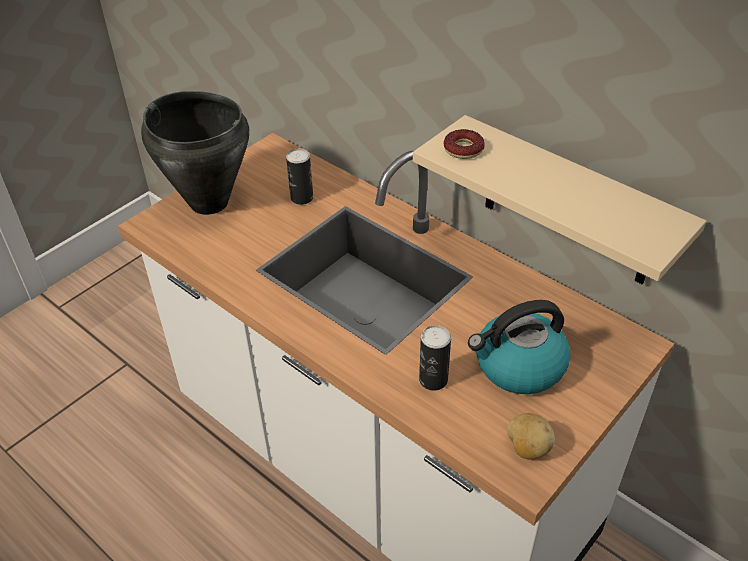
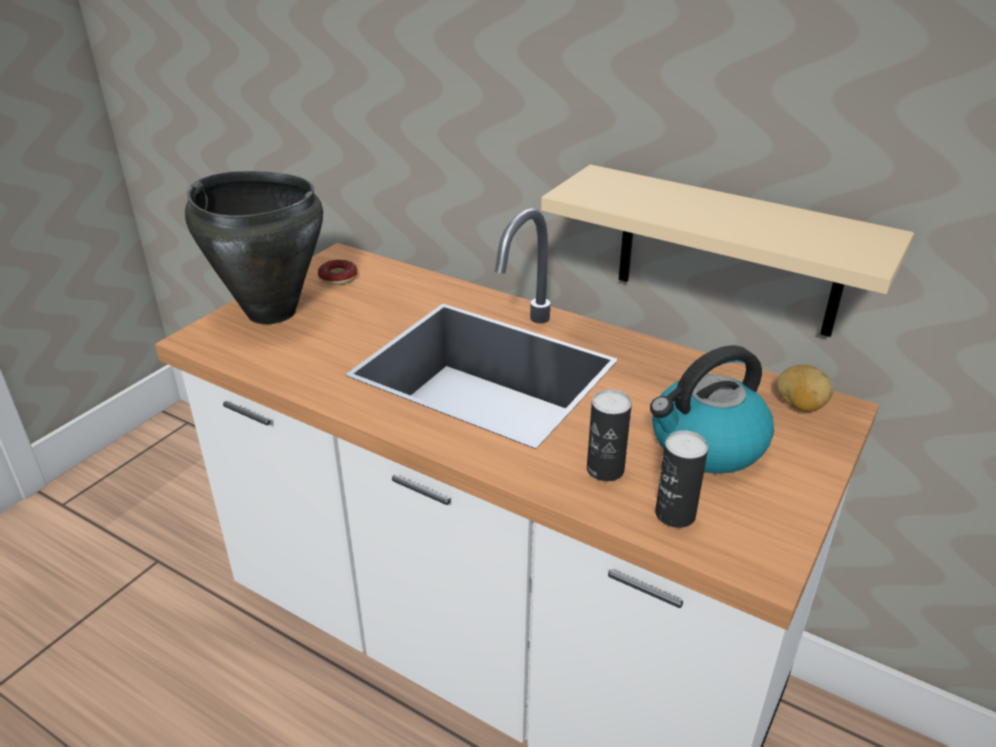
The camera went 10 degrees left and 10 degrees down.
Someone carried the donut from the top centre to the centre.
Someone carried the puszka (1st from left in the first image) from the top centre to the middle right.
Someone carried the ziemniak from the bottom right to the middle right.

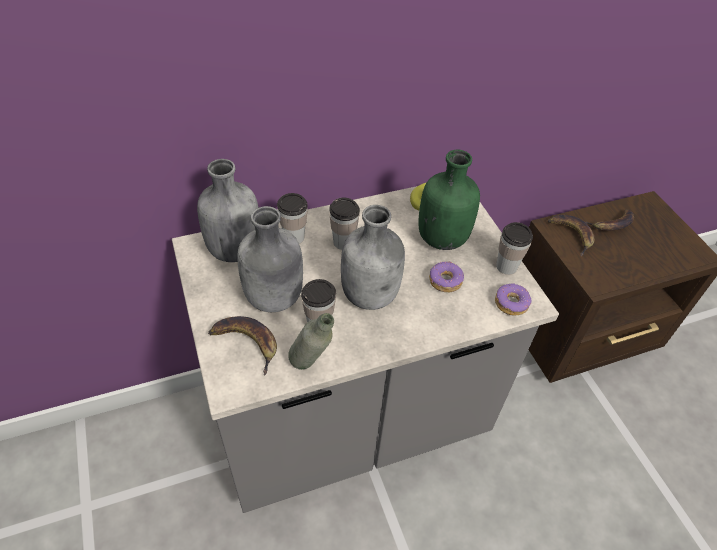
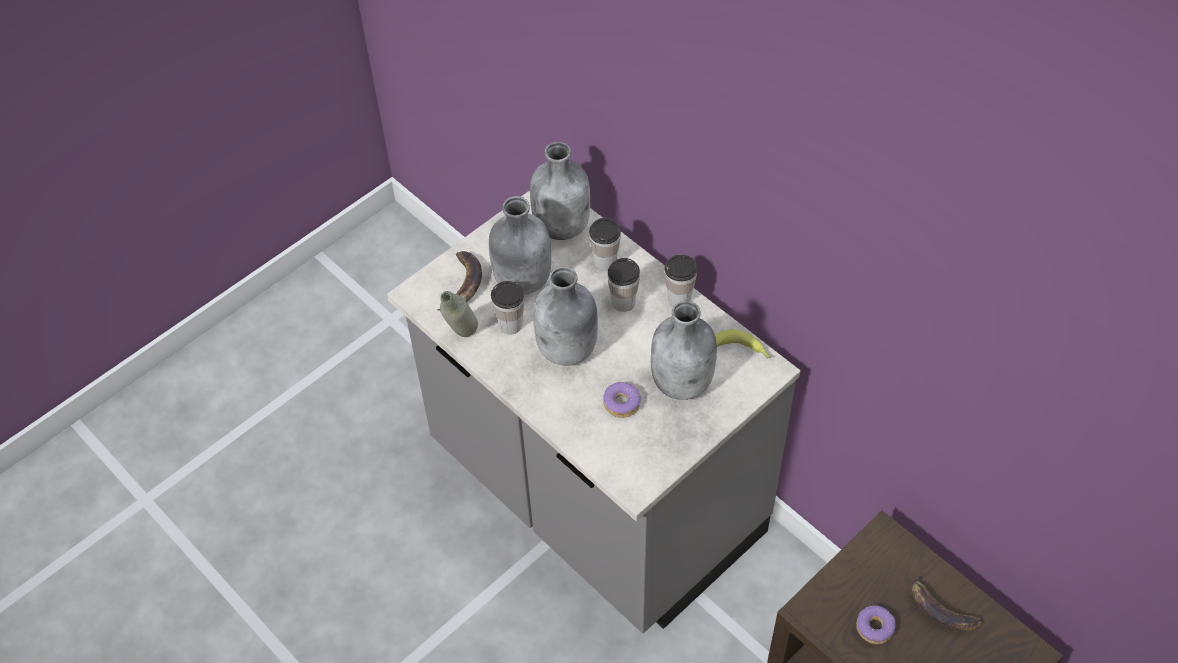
The camera went 70 degrees right and 5 degrees up.
Someone repainted the butelka (zielony) at the centre, which became the butelka (szary) (5th from left) at the centre.
Someone carried the filiżanka (4th from left) from the middle right to the centre.
Someone carried the donut (2nd from left) from the middle right to the bottom right.
Someone took away the banan (3rd from left) at the middle right.

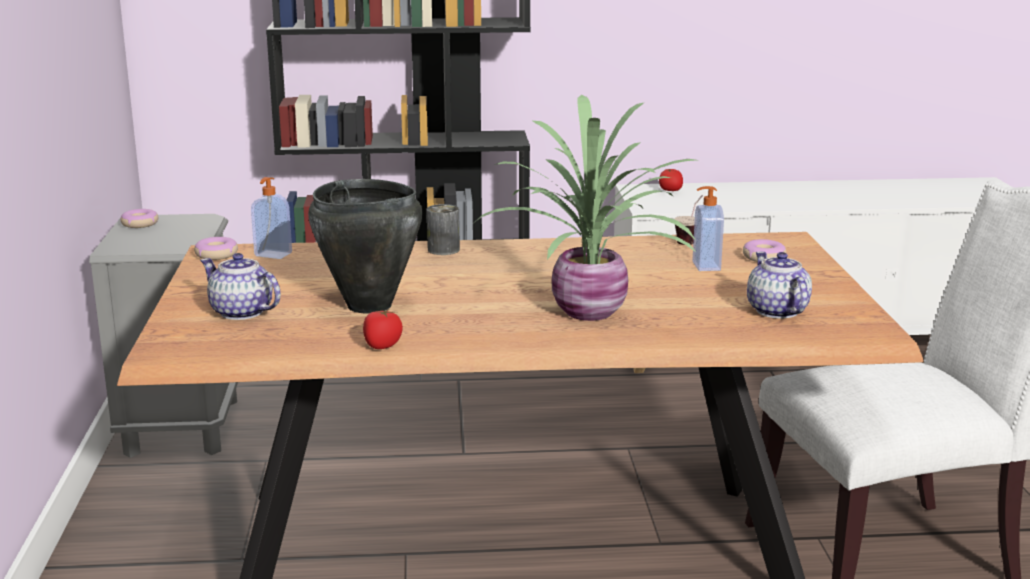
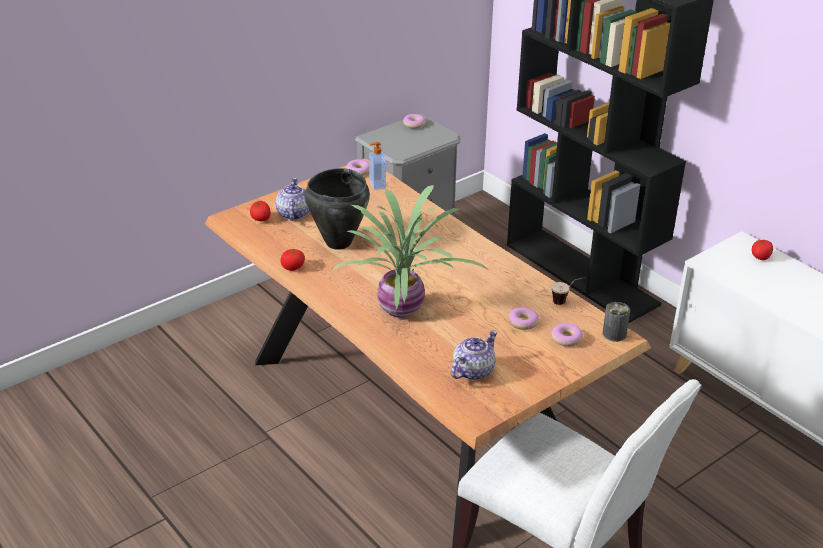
The camera went 55 degrees right and 15 degrees up.
Someone put down the pomidor (1st from left) at the middle left.
Someone swapped the dozownik mydła (2nd from left) at the middle right for the donut (3rd from left) at the centre.
Someone carried the puszka from the centre to the middle right.

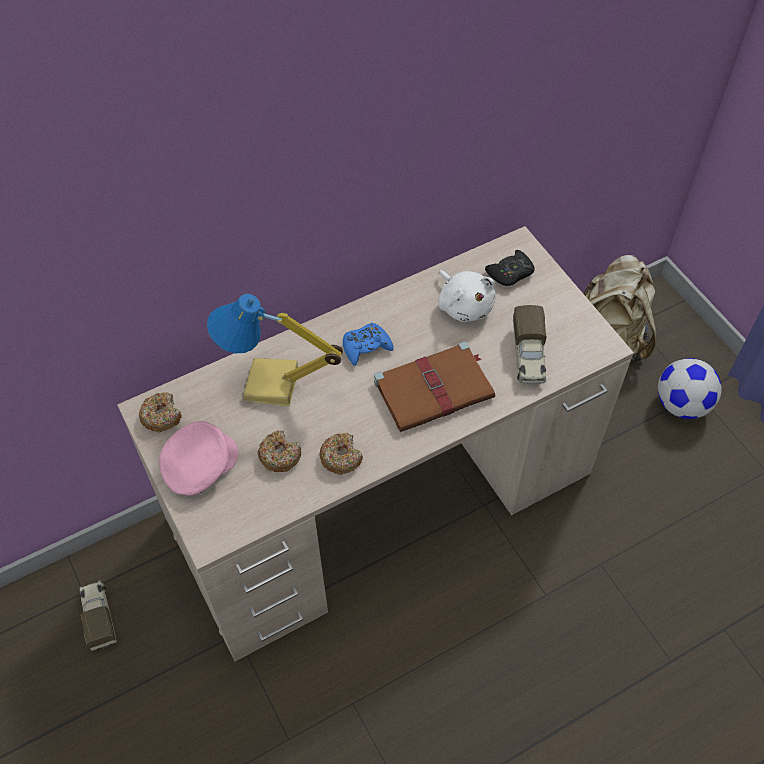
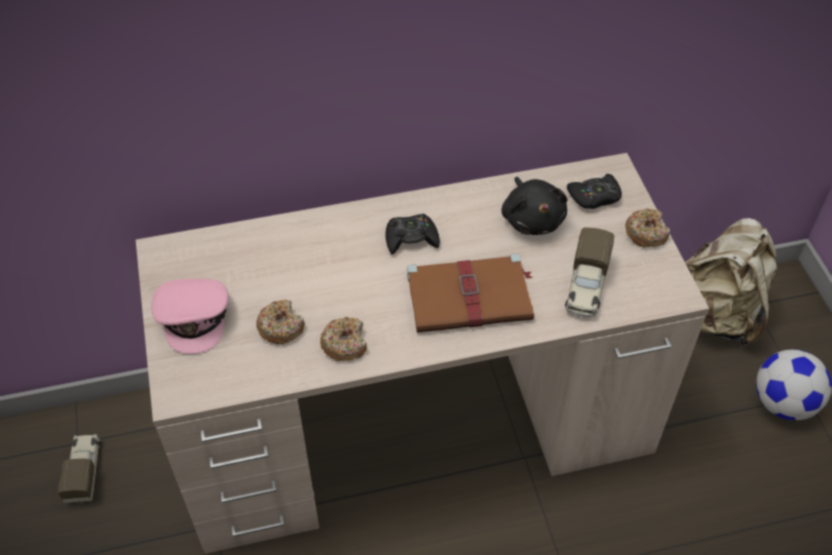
The camera went 15 degrees right and 5 degrees down.
Someone rotated the czapka z daszkiem (różowy) at the middle left by 105 degrees clockwise.
Someone repainted the pad do gier (niebieski) at the centre, which became the pad do gier (czarny) (1st from left) at the centre.
Someone repainted the pluszak (biały) at the centre, which became the pluszak (czarny) at the centre.
Someone carried the donut (1st from left in the first image) from the middle left to the middle right.
Someone took away the lampa stołowa at the centre.

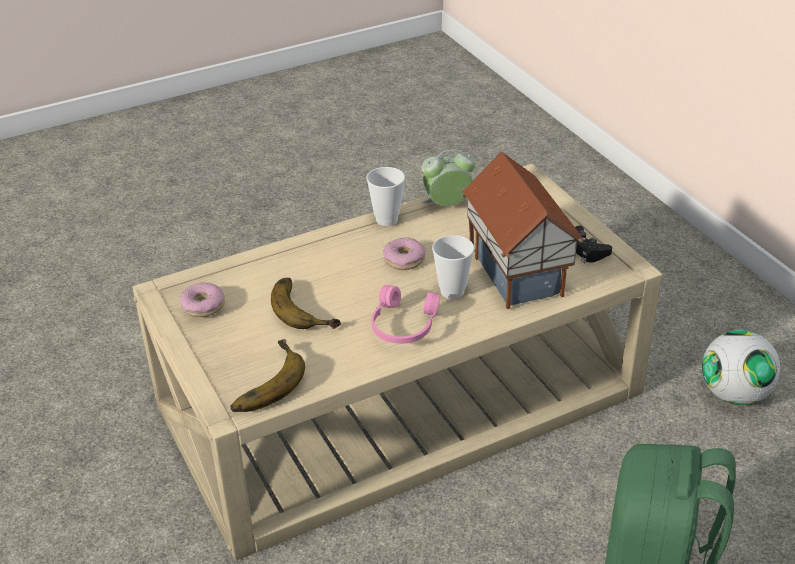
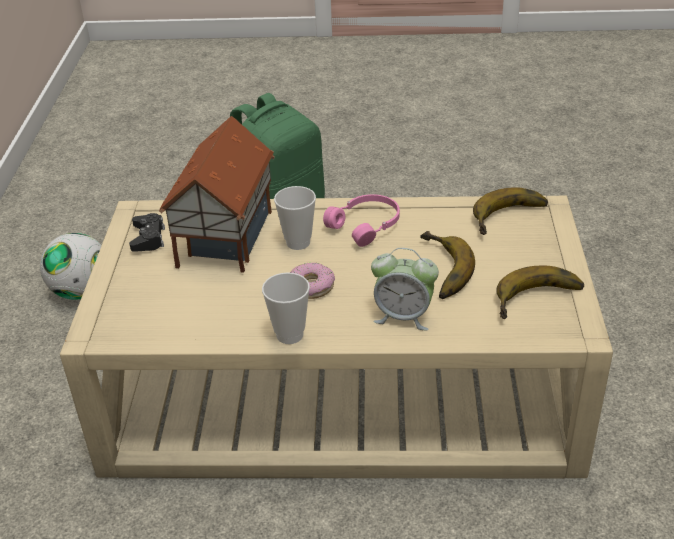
The camera went 150 degrees left and 0 degrees up.
Someone carried the budzik from the top centre to the centre.
Someone swapped the donut (1st from left) at the middle left for the banan (3rd from left) at the middle right.

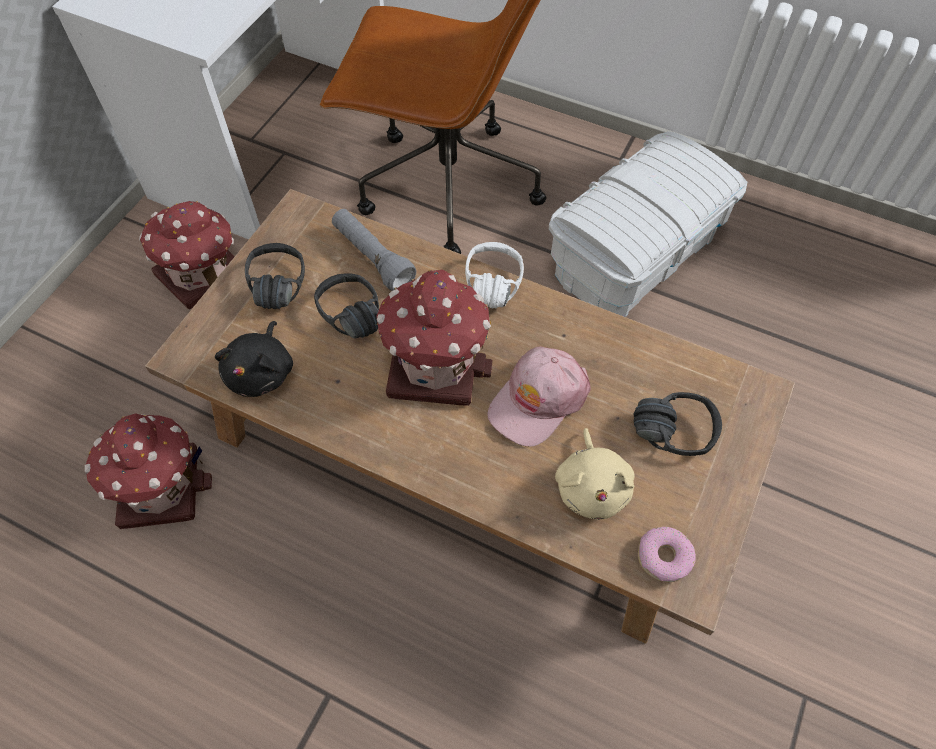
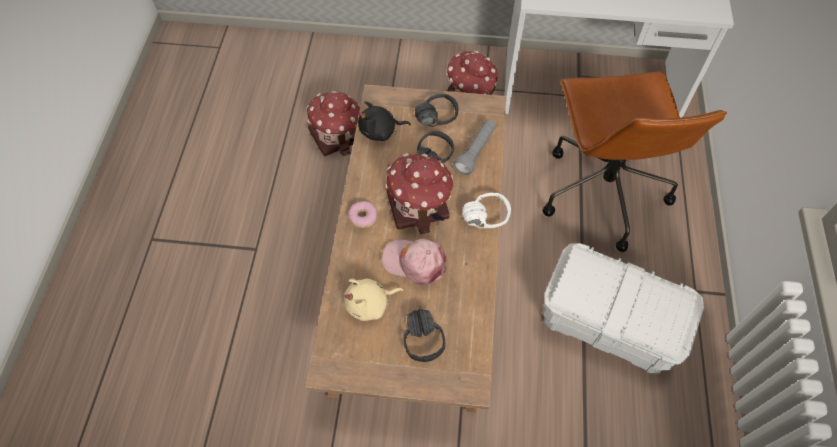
The camera went 70 degrees right and 0 degrees up.
Someone carried the donut from the bottom right to the centre.

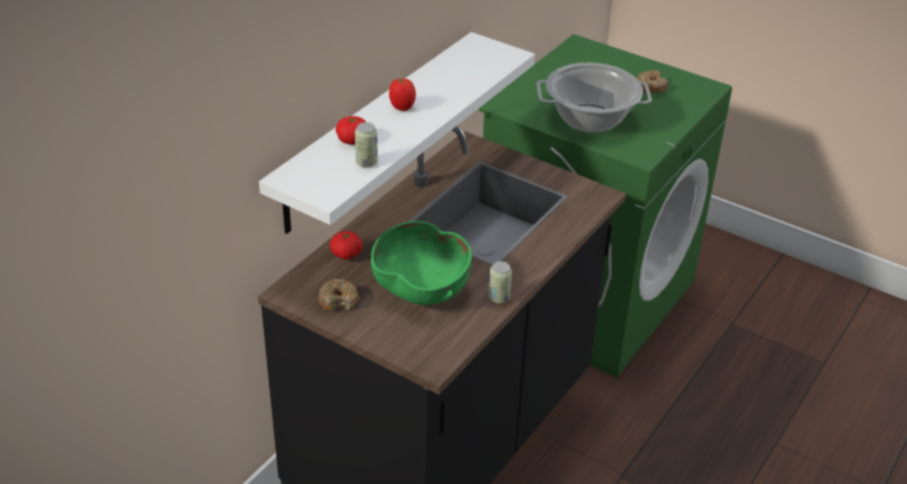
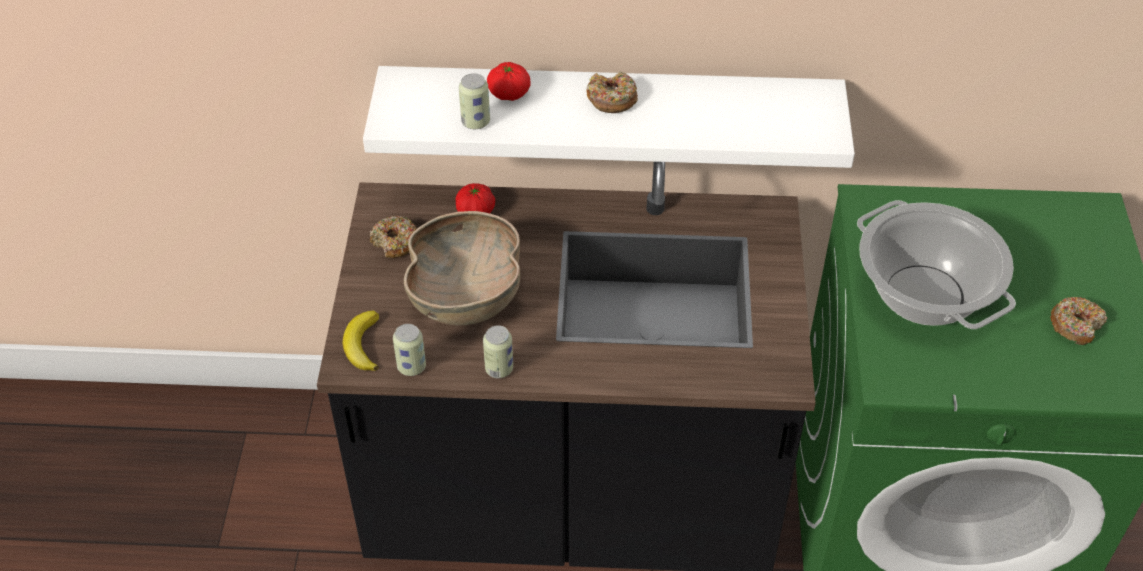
The camera went 60 degrees right and 10 degrees up.
Someone put down the banan at the middle left.
Someone put down the puszka (1st from left) at the centre.
Someone repainted the miska (zielony) at the centre, which became the miska (brązowy) at the centre.
Someone swapped the pomidor (3rd from left) at the top centre for the donut (2nd from left) at the top centre.

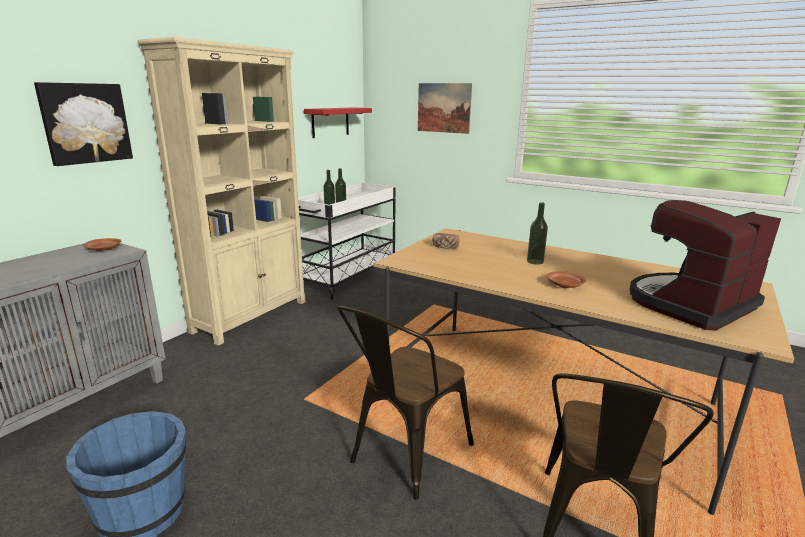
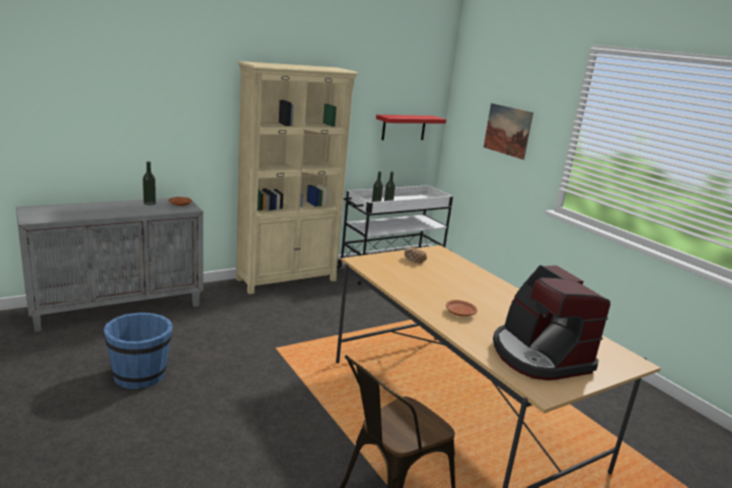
The camera went 25 degrees right and 0 degrees up.
Someone carried the butelka (3rd from left in the first image) from the middle right to the middle left.
Someone rotated the ekspres do kawy at the middle right by 105 degrees counterclockwise.
Someone took away the obraz (1st from left) at the top left.
Someone took away the krzesło (brązowy) (1st from left) at the bottom centre.

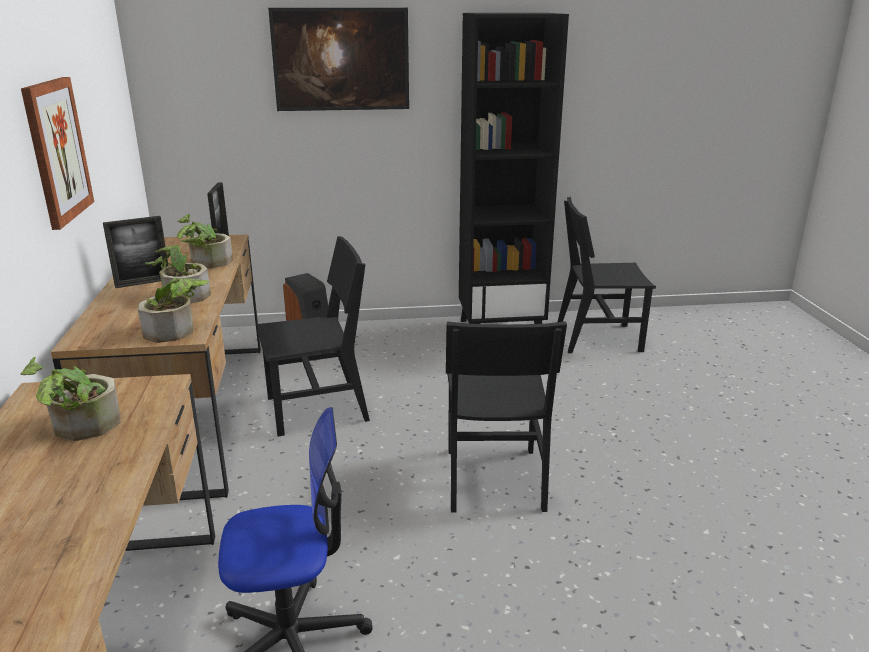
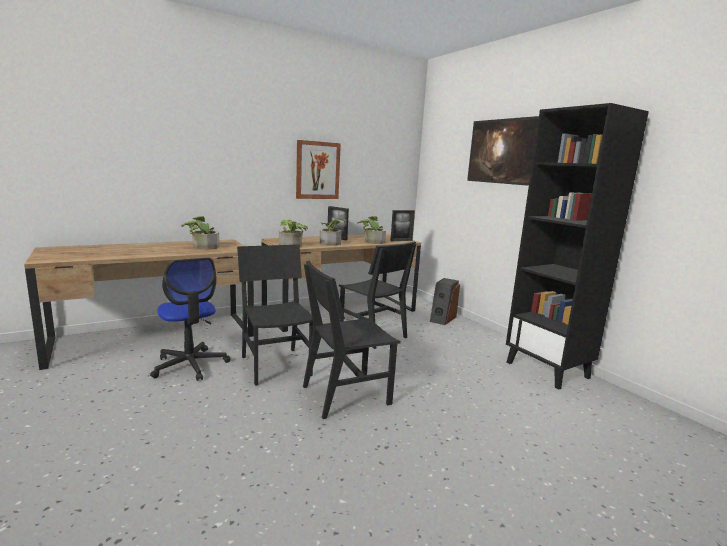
The camera went 65 degrees right and 10 degrees down.
Someone carried the krzesło (czarny) (3rd from left in the first image) from the middle right to the centre.

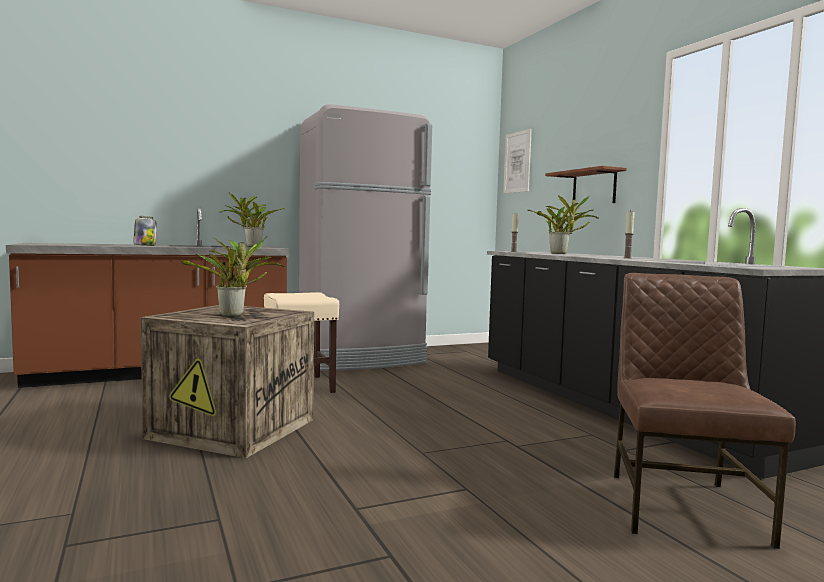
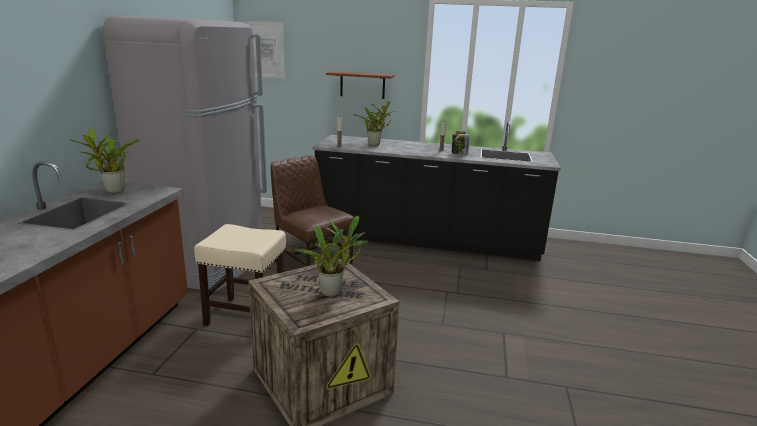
The camera went 55 degrees left and 15 degrees up.
Someone carried the krzesło (brązowy) from the bottom right to the centre.
Someone carried the słoik from the middle left to the centre.

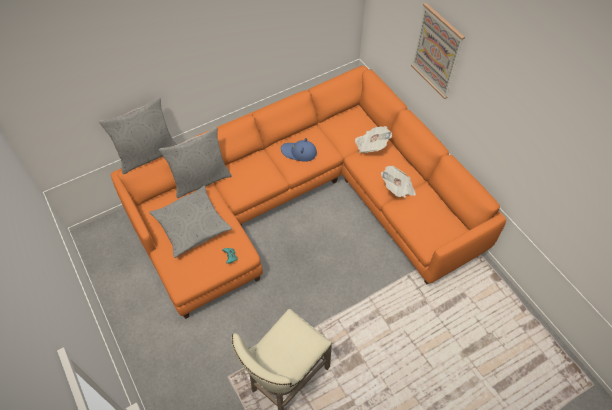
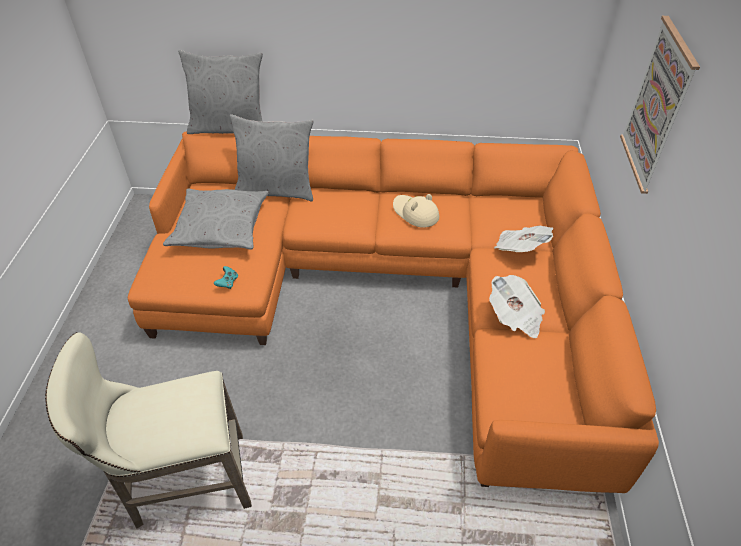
The camera went 35 degrees right and 10 degrees down.
Someone repainted the kapelusz (niebieski) at the centre, which became the kapelusz (beżowy) at the centre.

